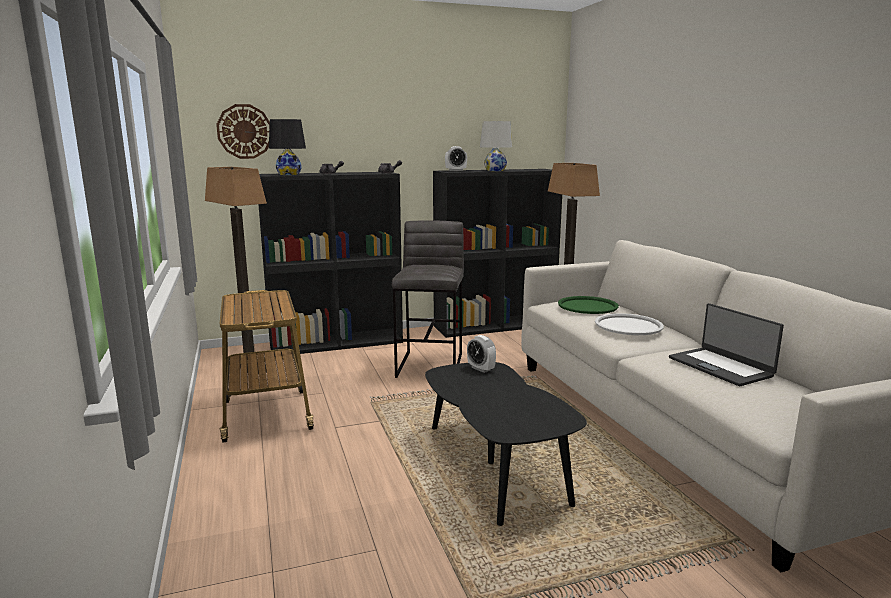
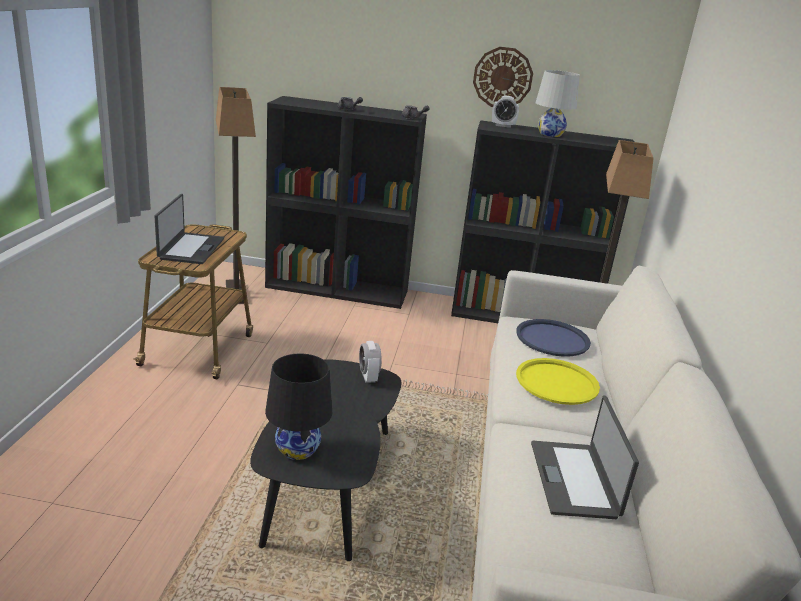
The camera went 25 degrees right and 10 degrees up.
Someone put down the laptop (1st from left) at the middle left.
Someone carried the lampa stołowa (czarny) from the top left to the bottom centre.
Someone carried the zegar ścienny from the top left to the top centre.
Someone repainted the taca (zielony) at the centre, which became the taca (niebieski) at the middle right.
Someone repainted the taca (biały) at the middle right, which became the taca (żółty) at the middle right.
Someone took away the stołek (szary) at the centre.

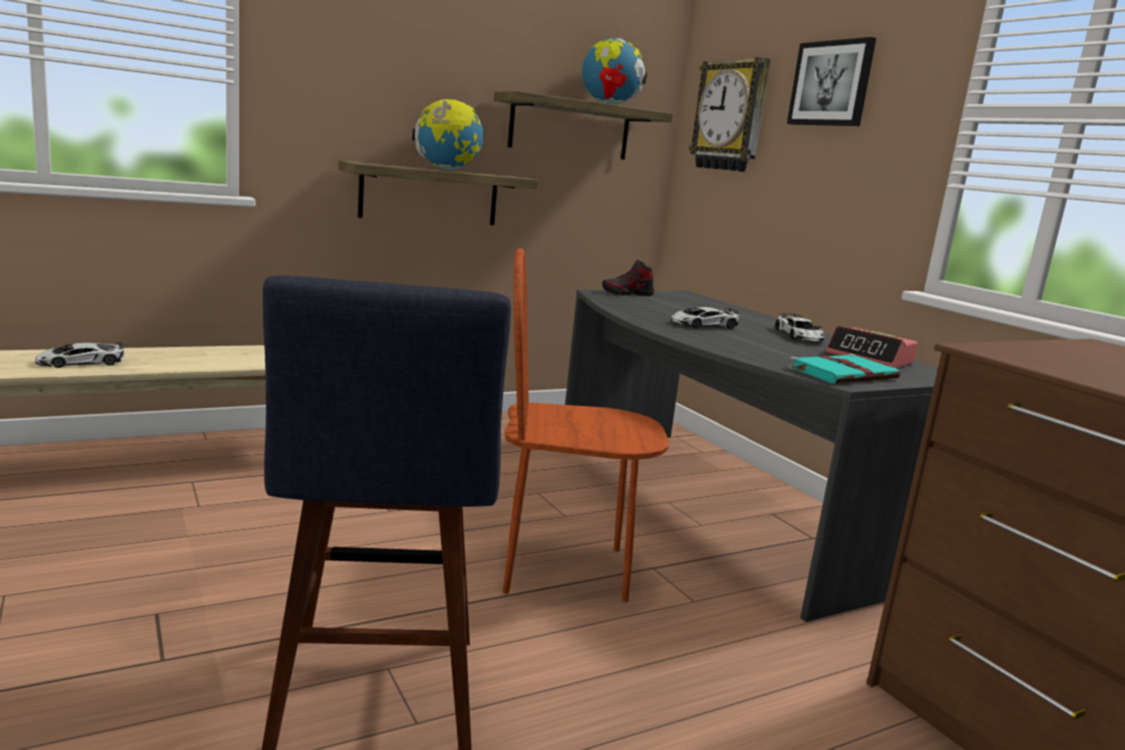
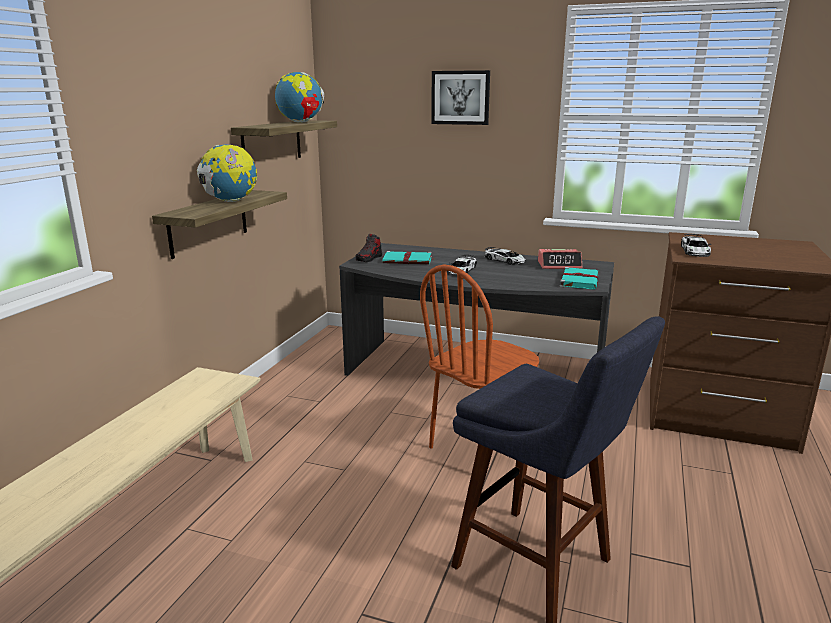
The camera went 40 degrees left and 5 degrees up.
Someone put down the książka (turkusowy) (1st from left) at the centre.
Someone carried the samochodzik (1st from left in the first image) from the middle left to the middle right.
Someone took away the zegar ścienny at the top centre.

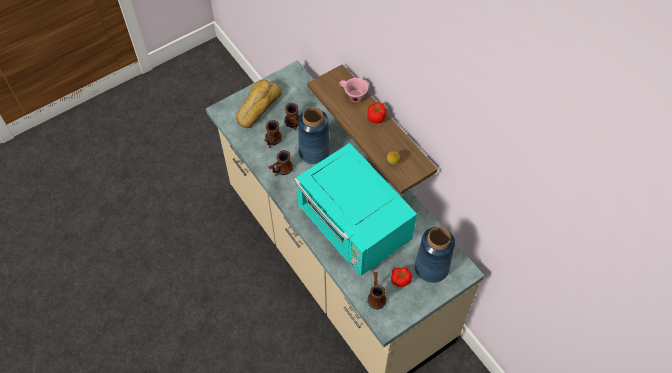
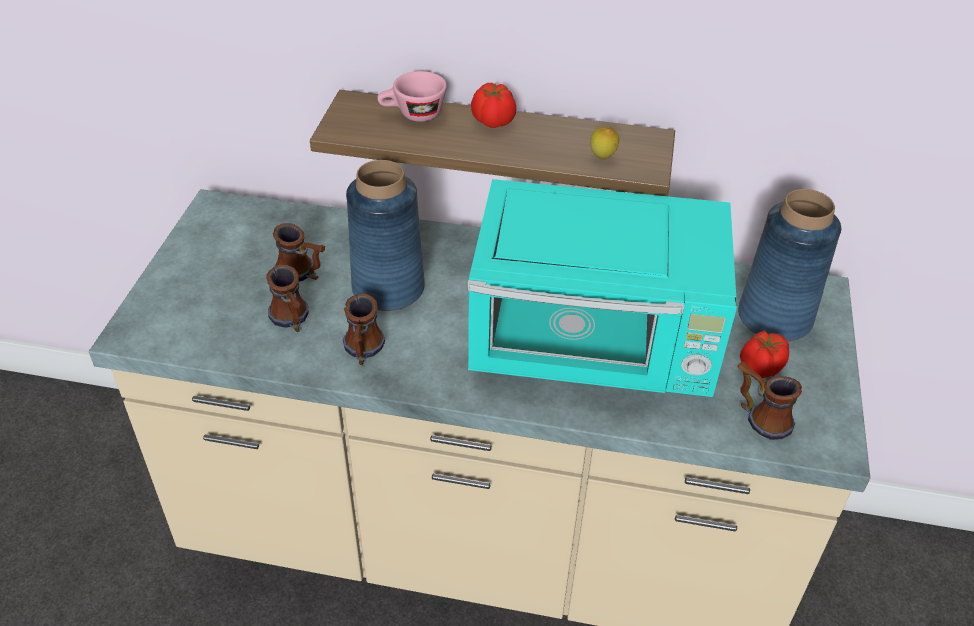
The camera went 45 degrees left and 15 degrees down.
Someone took away the chleb at the top centre.

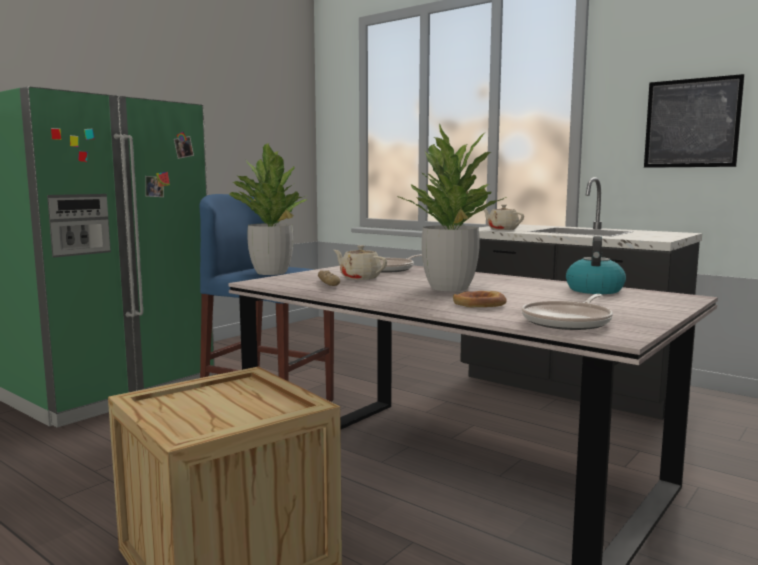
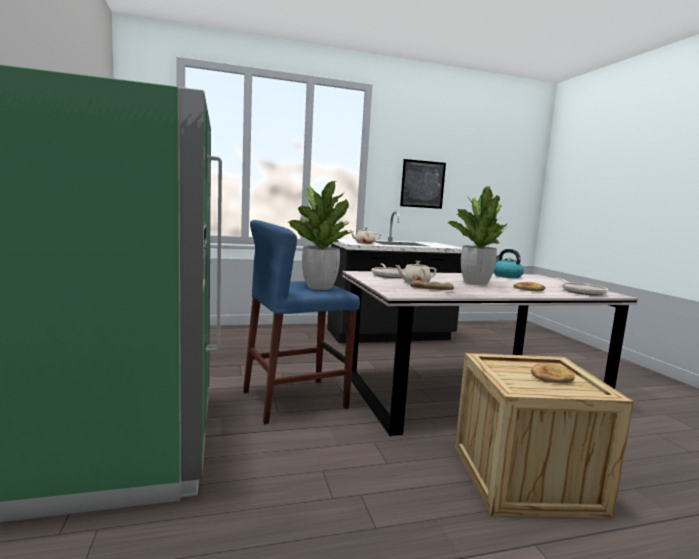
The camera went 55 degrees left and 0 degrees up.
Someone put down the chleb (3rd from left) at the bottom right.

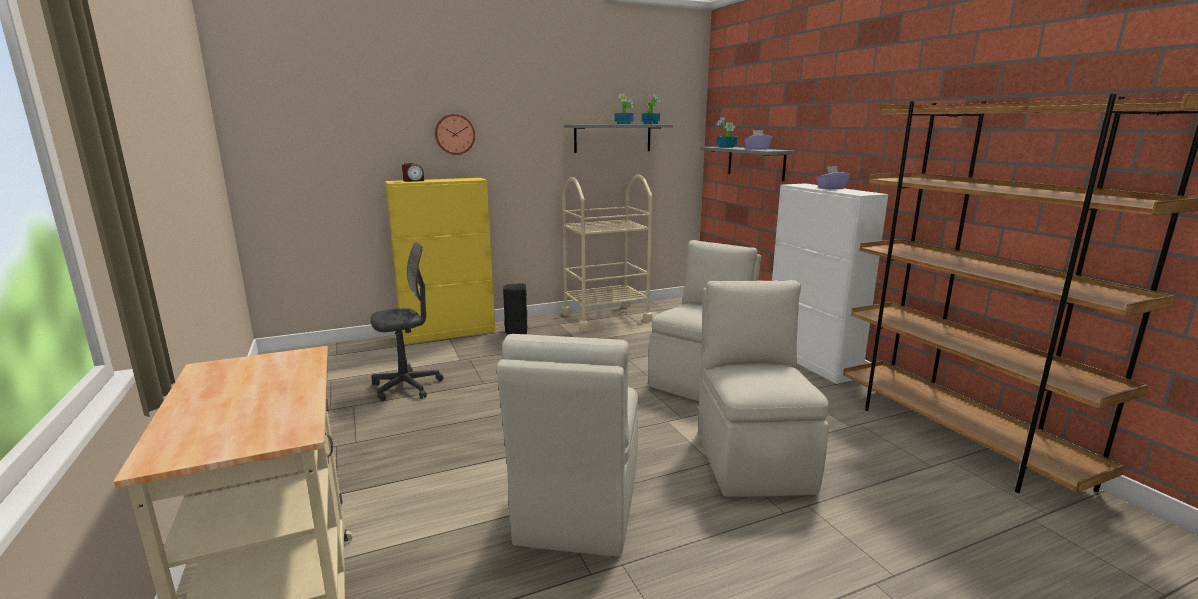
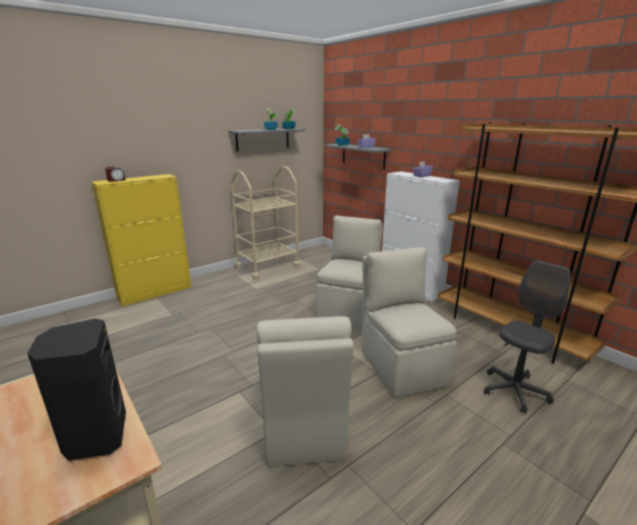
The camera went 15 degrees left and 5 degrees up.
Someone carried the głośnik (czarny) from the centre to the bottom left.
Someone carried the krzesło biurowe (szary) from the centre to the middle right.
Someone took away the zegar ścienny at the top centre.

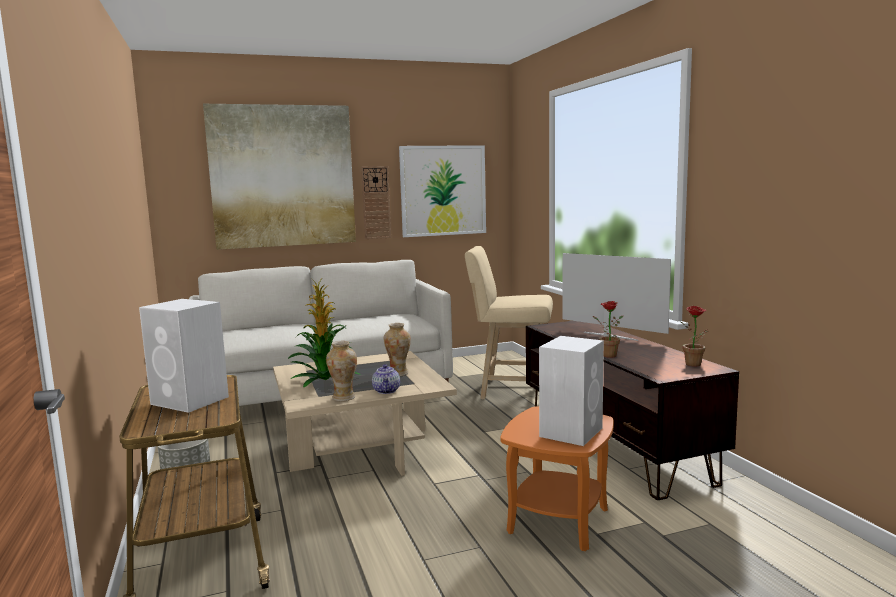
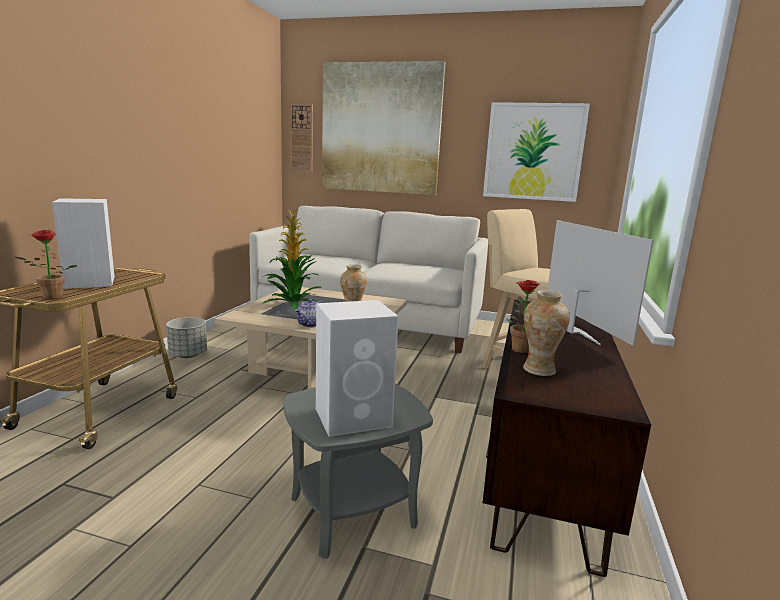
The camera went 35 degrees right and 5 degrees up.
Someone carried the roślina doniczkowa (3rd from left in the first image) from the middle right to the middle left.
Someone repainted the stolik (pomarańczowy) at the bottom centre, which became the stolik (szary) at the bottom centre.
Someone carried the zegar ścienny from the centre to the top centre.
Someone carried the wazon (1st from left in the first image) from the centre to the middle right.

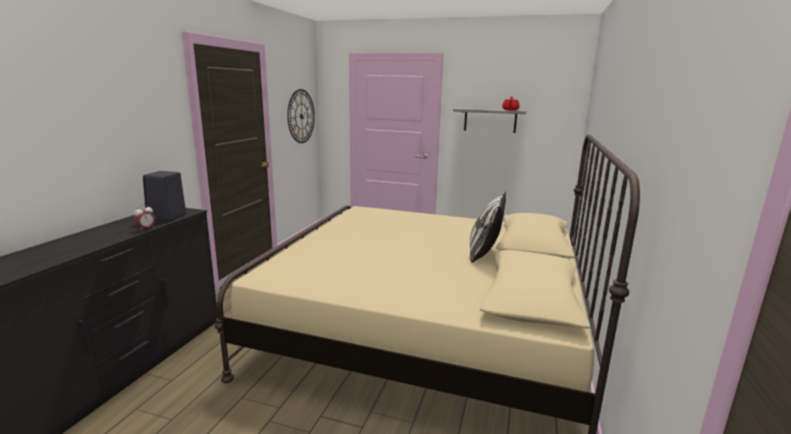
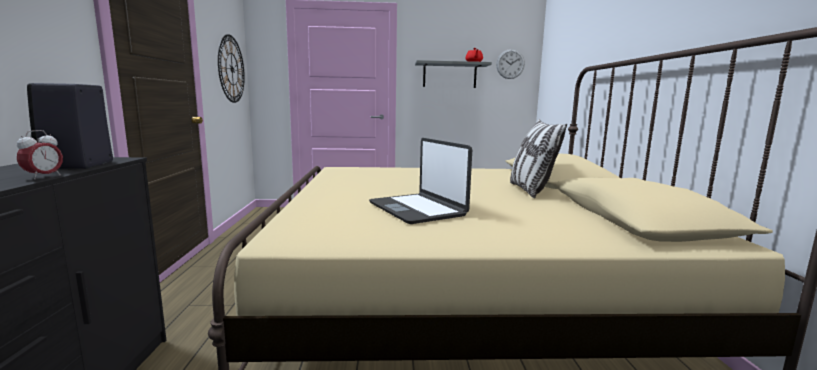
The camera went 20 degrees left and 5 degrees down.
Someone put down the laptop at the centre.
Someone put up the zegar ścienny (2nd from left) at the top centre.

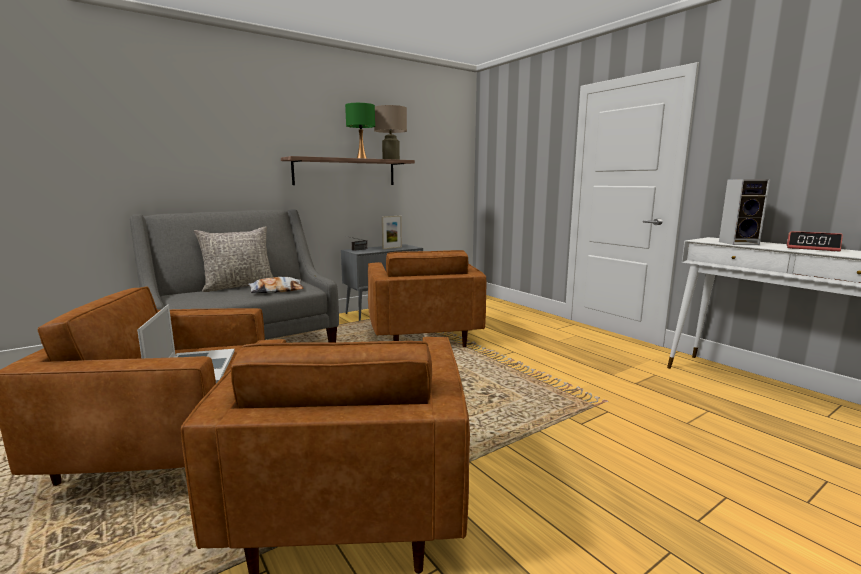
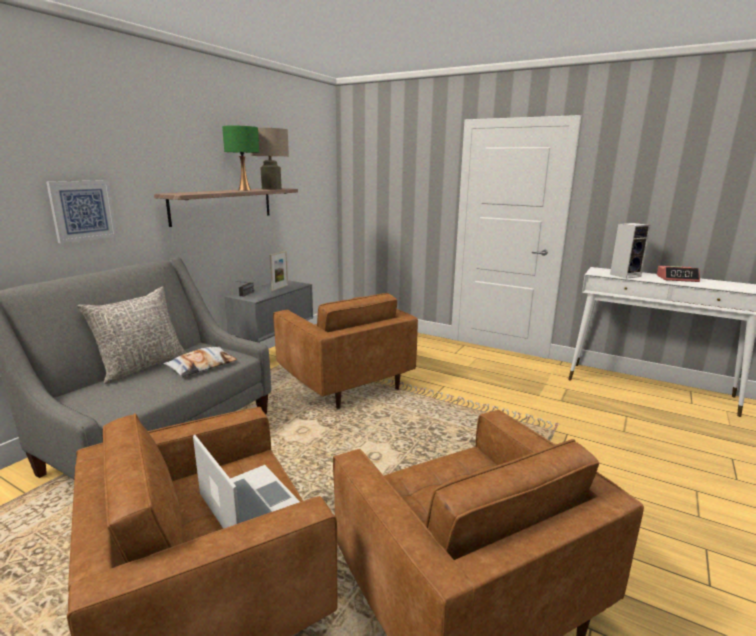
The camera went 25 degrees left and 5 degrees up.
Someone put up the obraz at the top left.

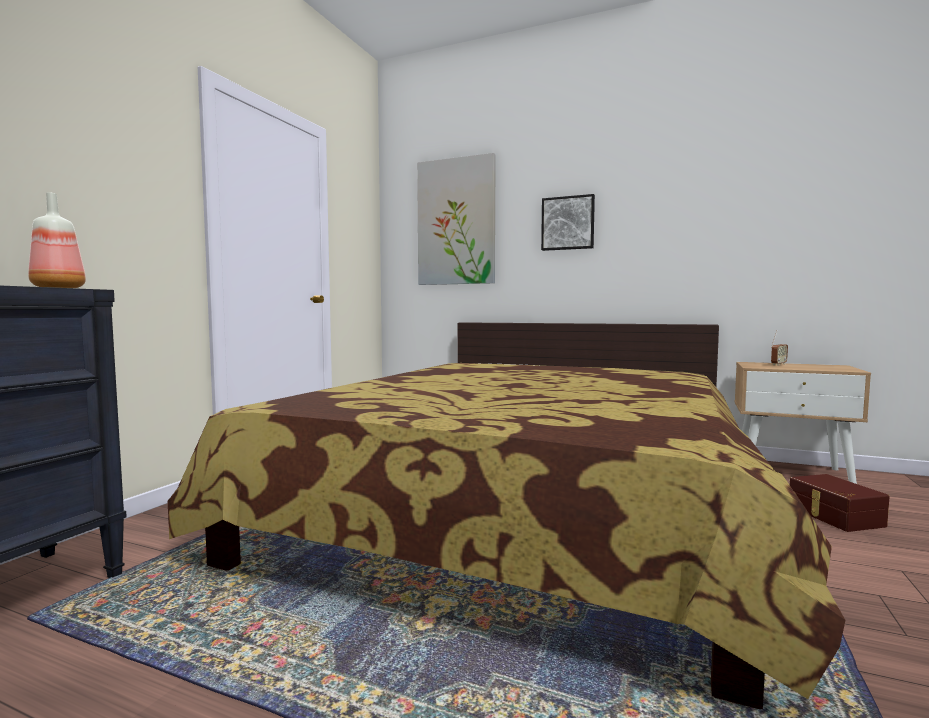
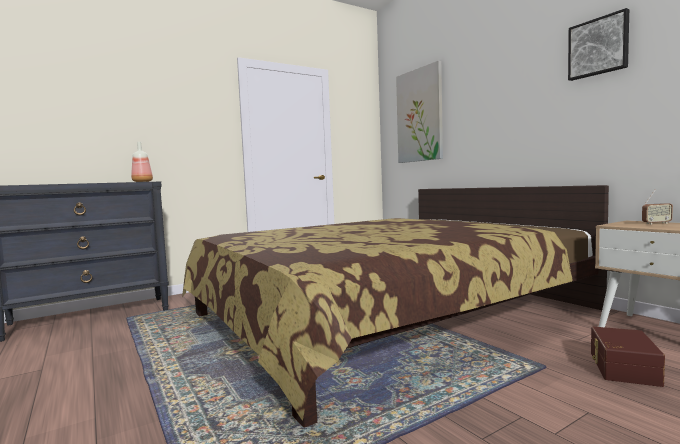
The camera went 35 degrees right and 0 degrees up.
Someone carried the obraz (2nd from left) from the top centre to the top right.

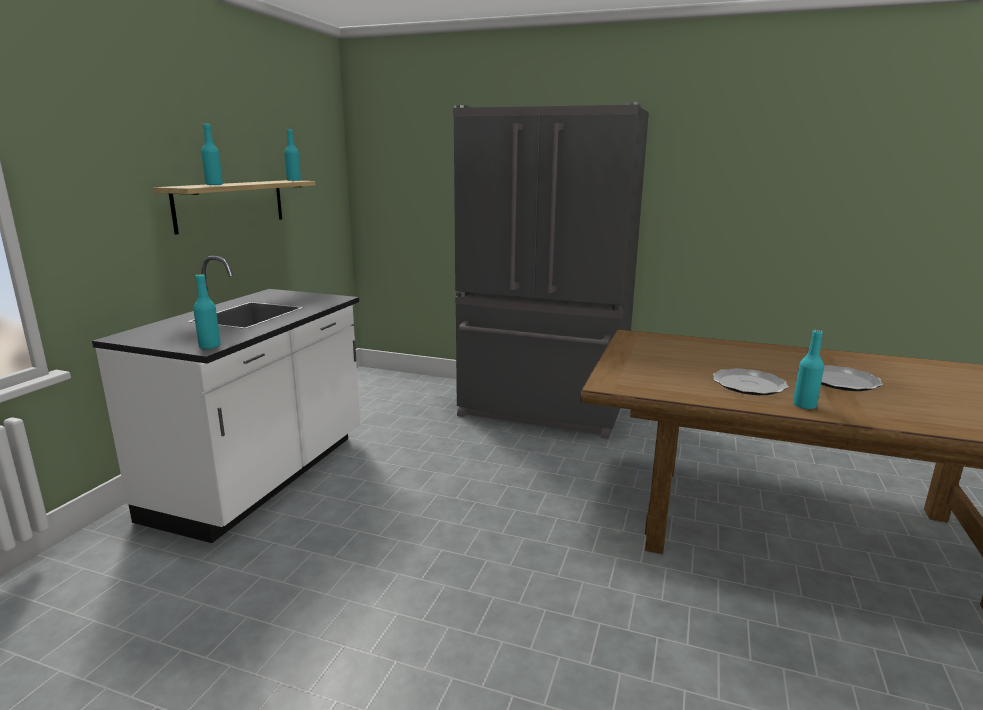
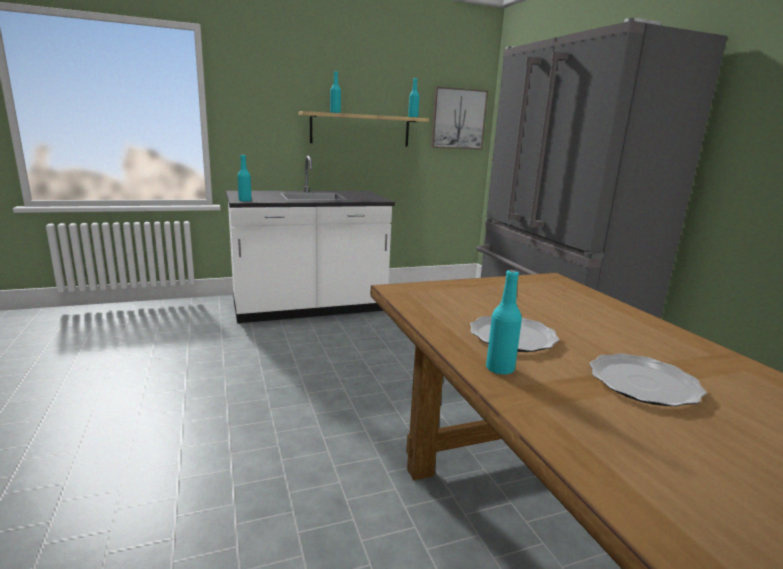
The camera went 50 degrees right and 0 degrees up.
Someone put up the obraz at the top centre.

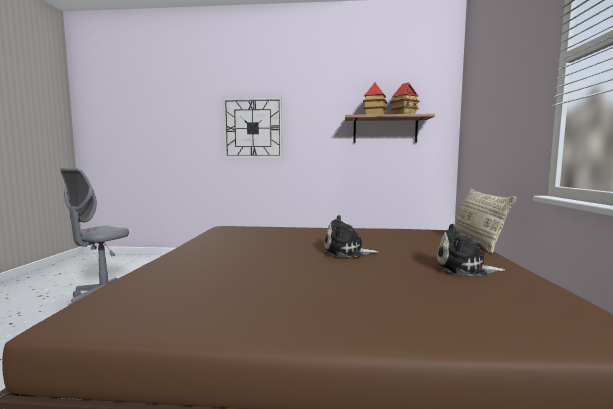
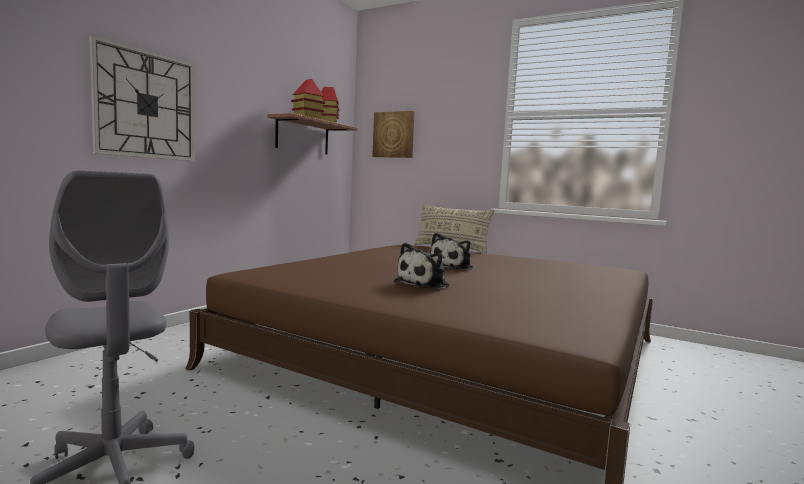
The camera went 65 degrees left and 0 degrees up.
Someone put up the obraz at the top centre.
Someone carried the pluszak (2nd from left in the first image) from the middle right to the centre.

